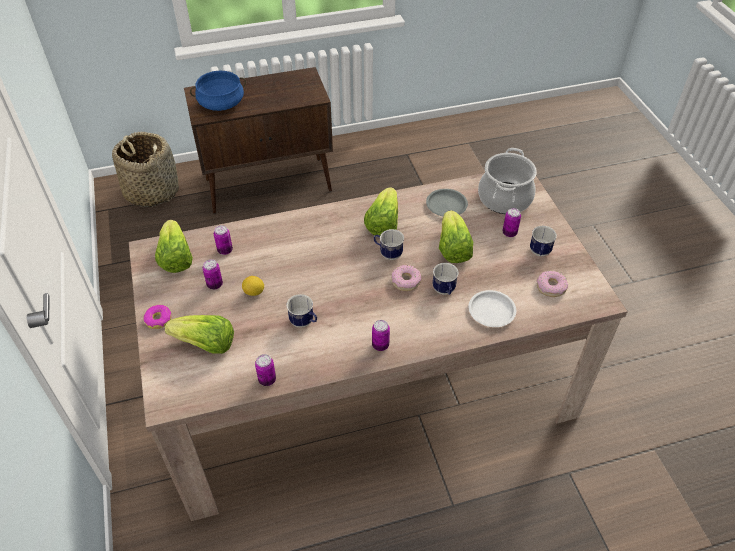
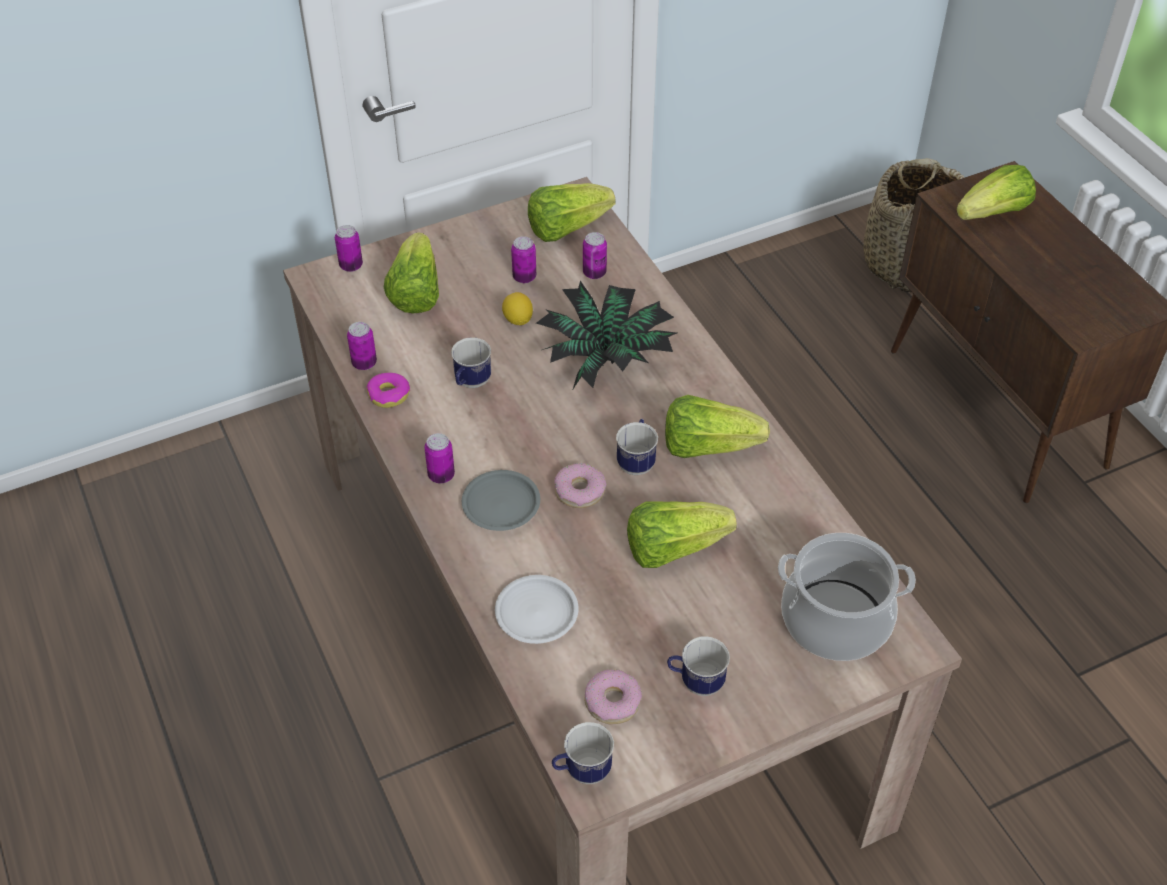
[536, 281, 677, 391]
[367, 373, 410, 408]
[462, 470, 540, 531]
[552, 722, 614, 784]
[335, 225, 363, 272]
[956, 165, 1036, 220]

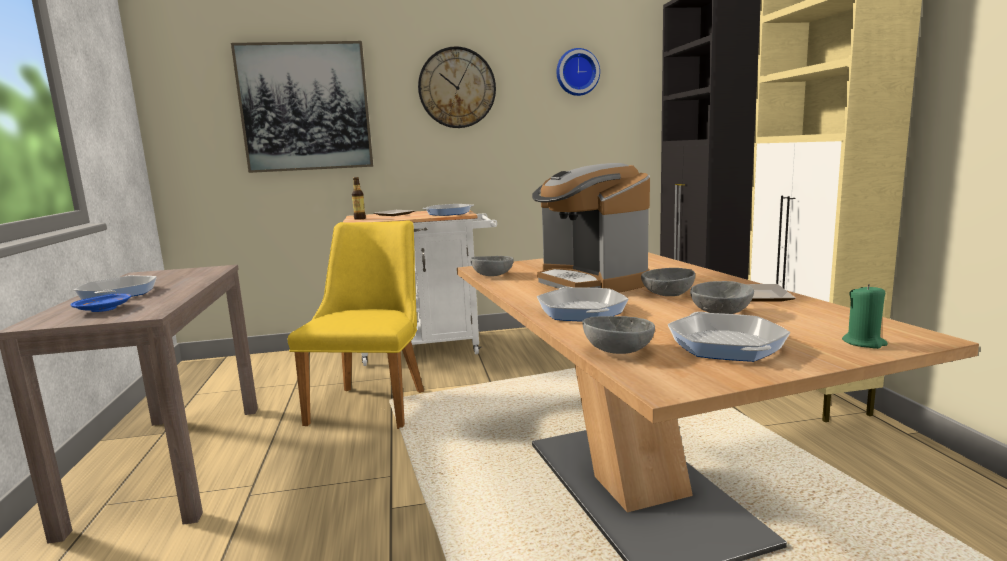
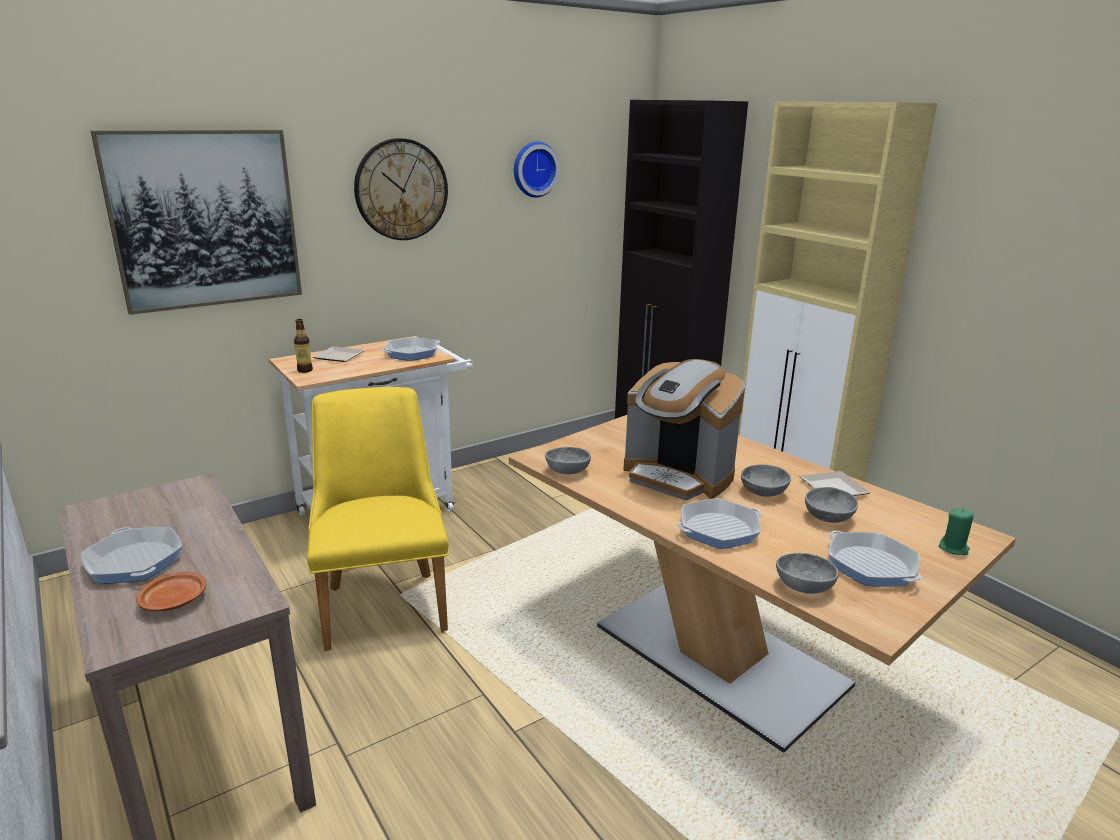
[136, 572, 206, 611]
[677, 498, 762, 549]

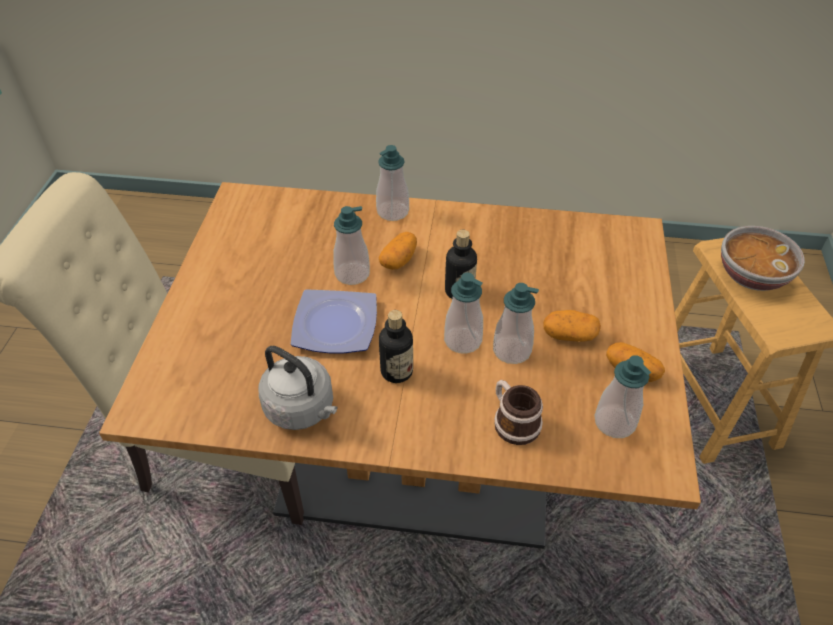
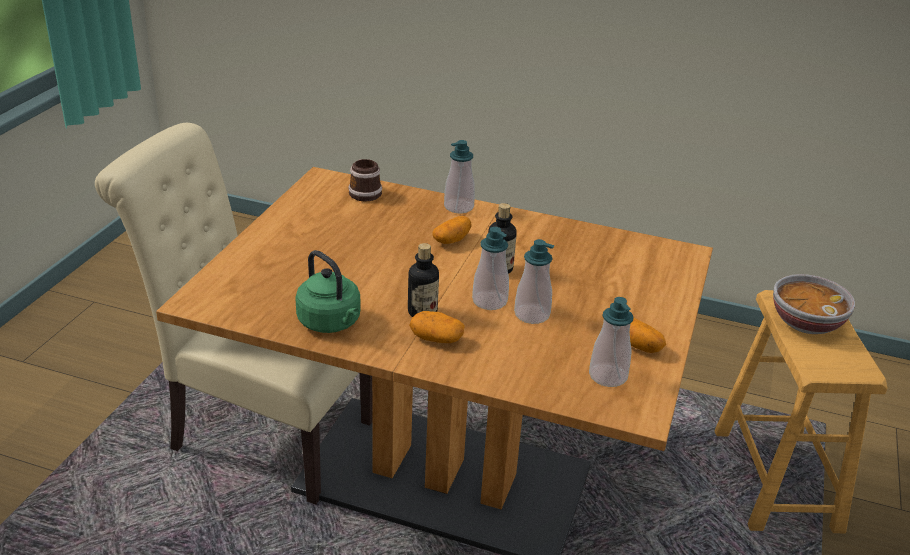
[291, 289, 377, 354] (first image)
[333, 206, 370, 285] (first image)
[348, 159, 382, 201]
[409, 311, 465, 343]
[295, 250, 360, 333]

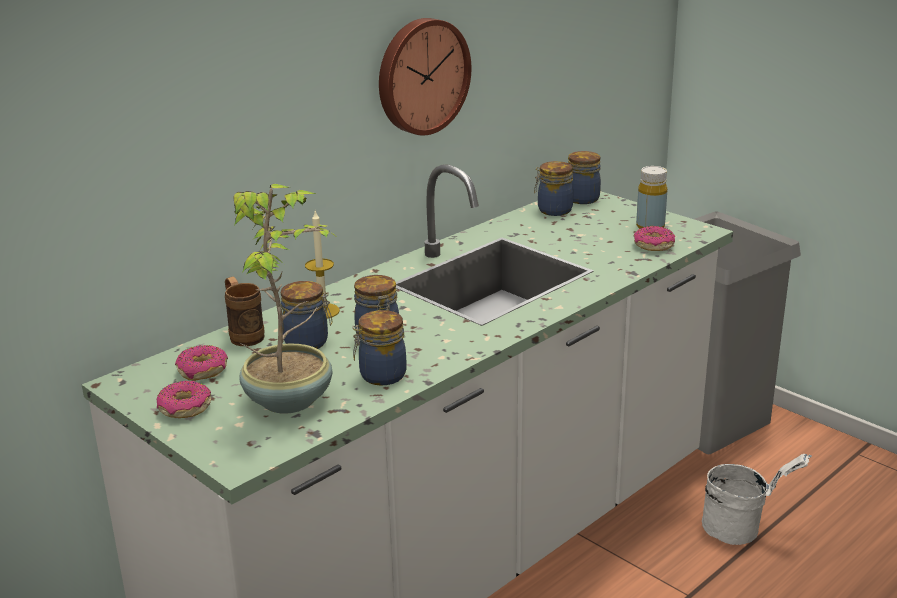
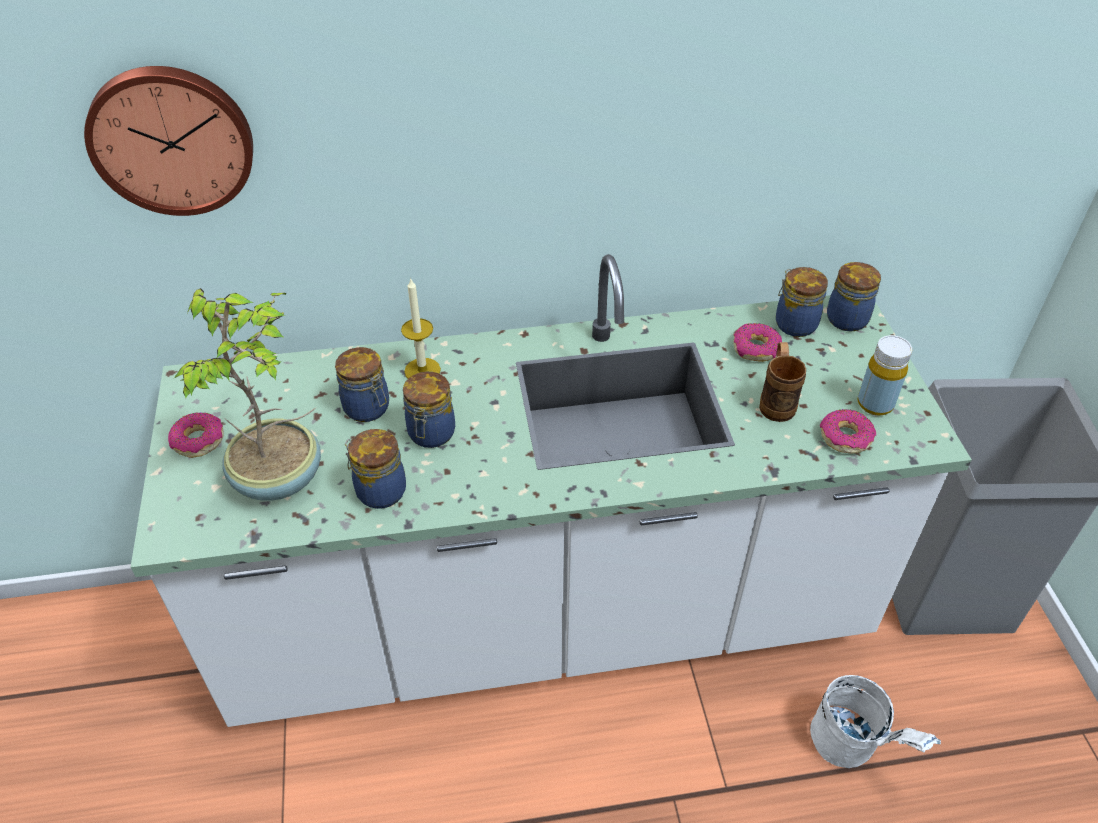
[733, 323, 782, 362]
[759, 342, 806, 422]
[84, 66, 253, 216]

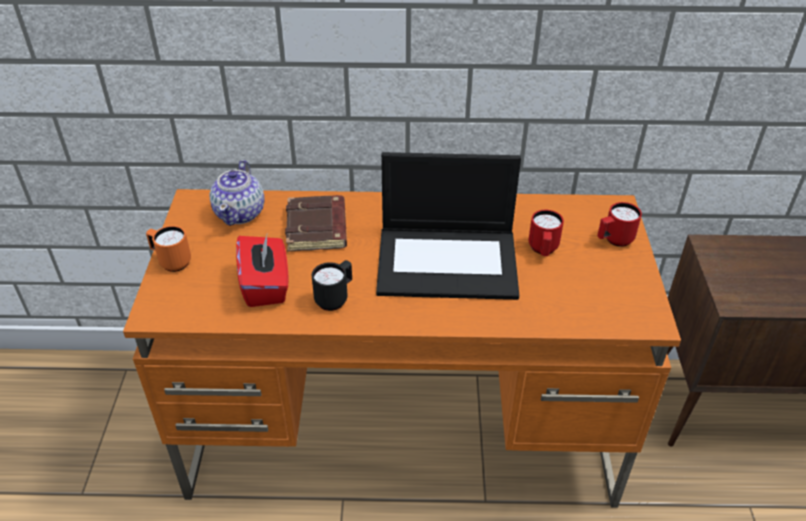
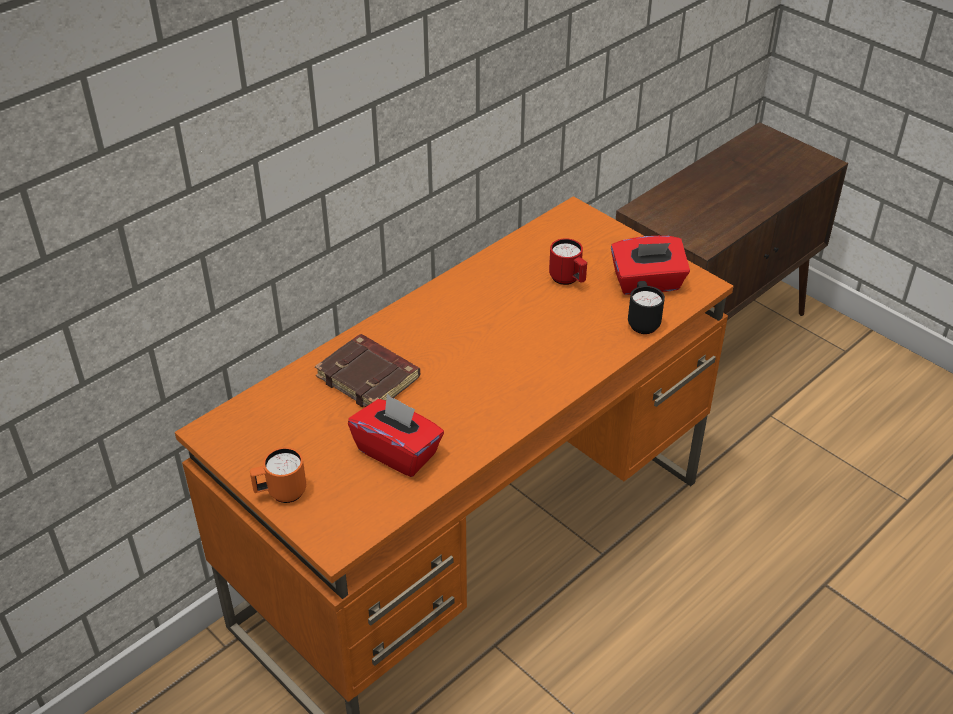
[209, 160, 264, 226] (first image)
[376, 152, 521, 300] (first image)
[598, 202, 642, 247] (first image)
[611, 236, 690, 295]
[628, 281, 665, 334]

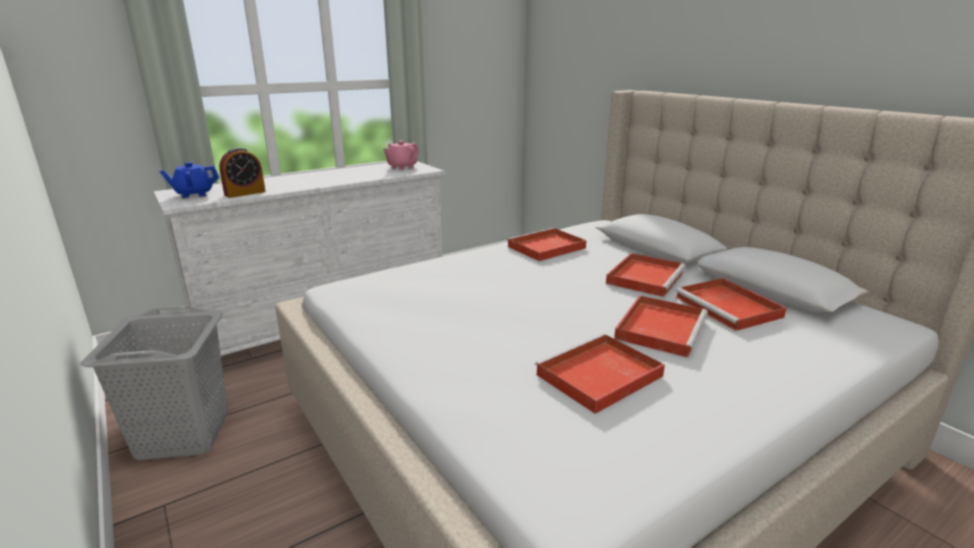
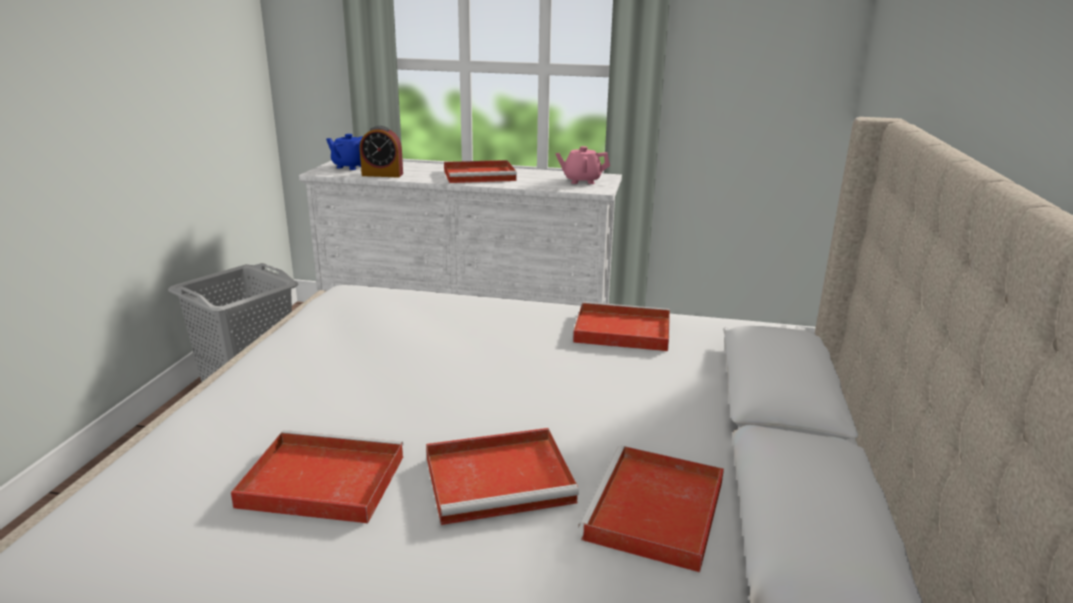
[444, 160, 517, 183]

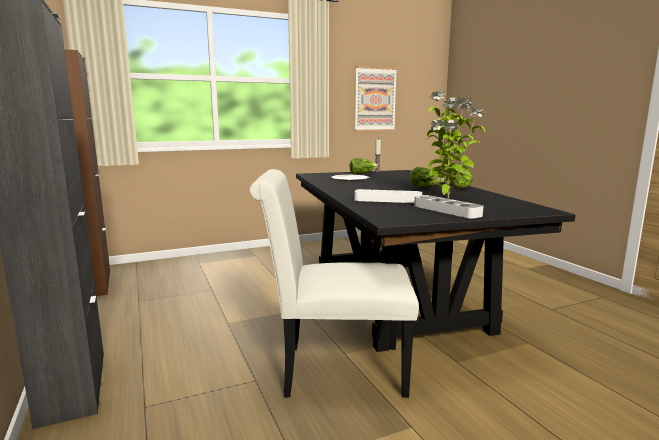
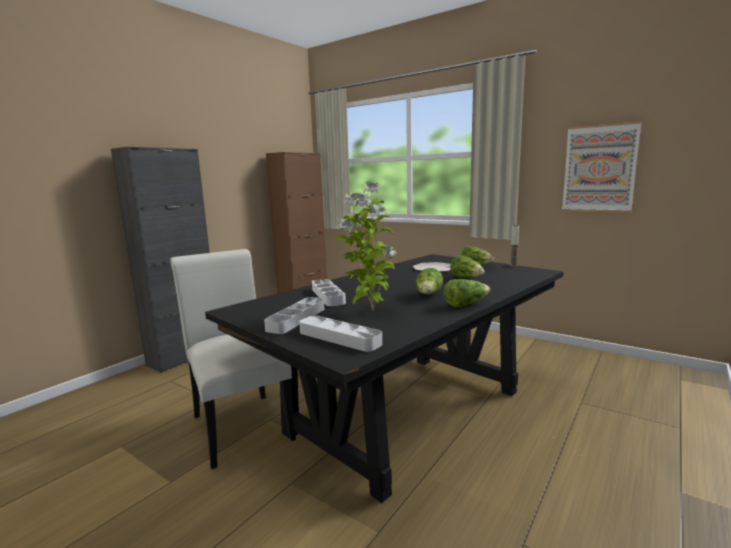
[299, 316, 382, 352]
[450, 255, 485, 278]

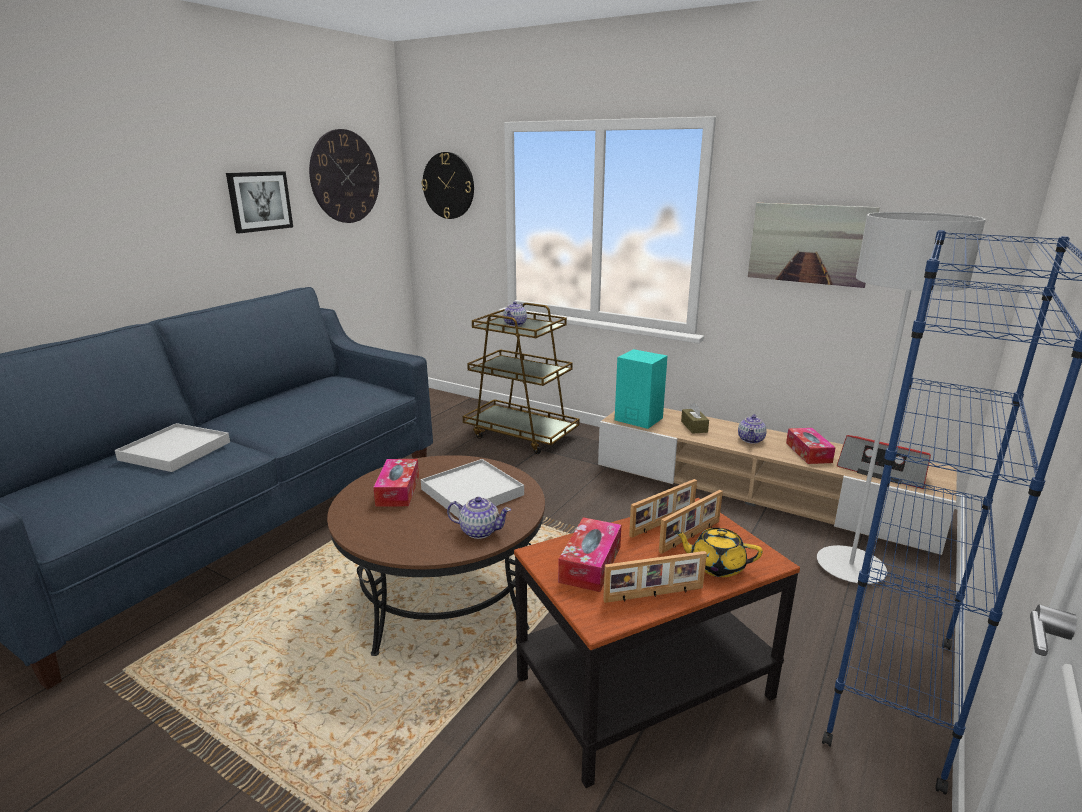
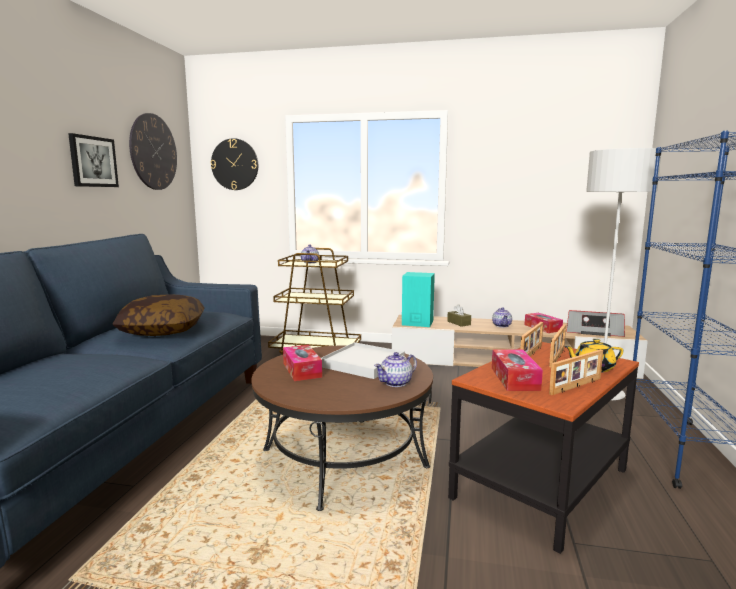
[115, 423, 230, 472] (first image)
[748, 203, 880, 288] (first image)
[113, 294, 205, 336]
[374, 352, 417, 387]

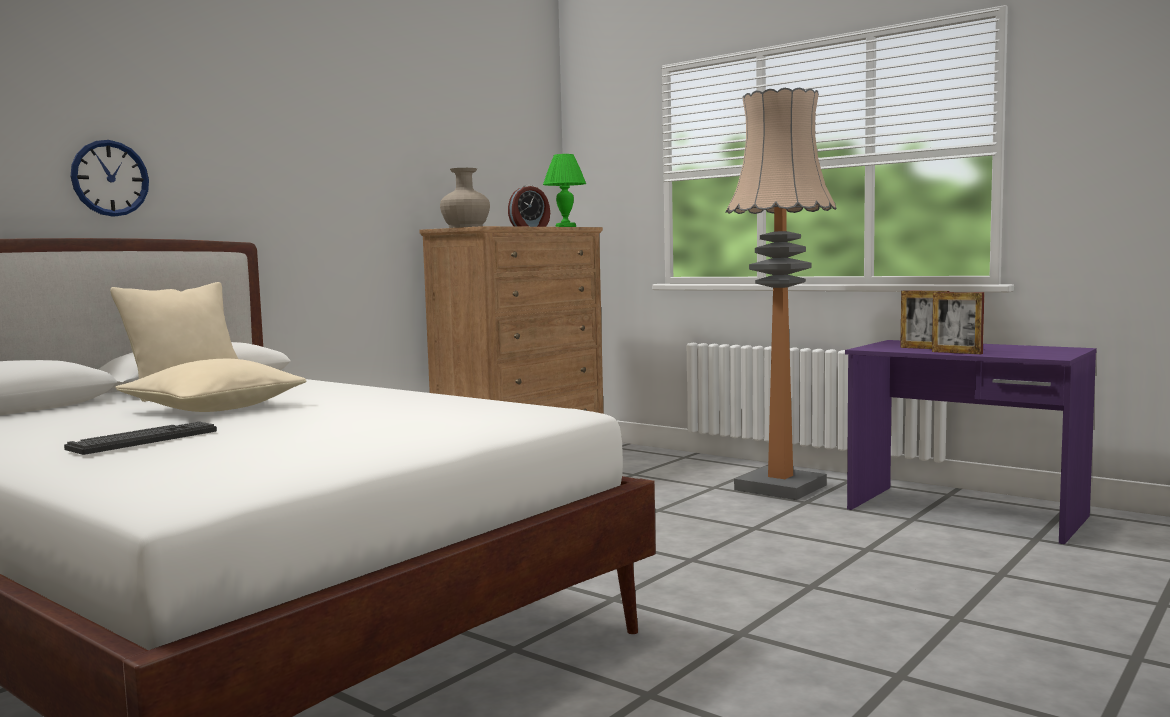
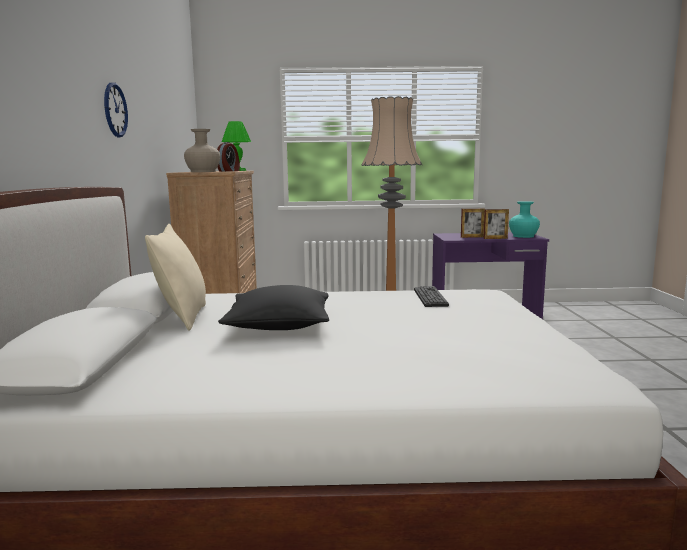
[509, 201, 540, 238]
[414, 286, 449, 307]
[104, 83, 128, 137]
[218, 285, 329, 330]

